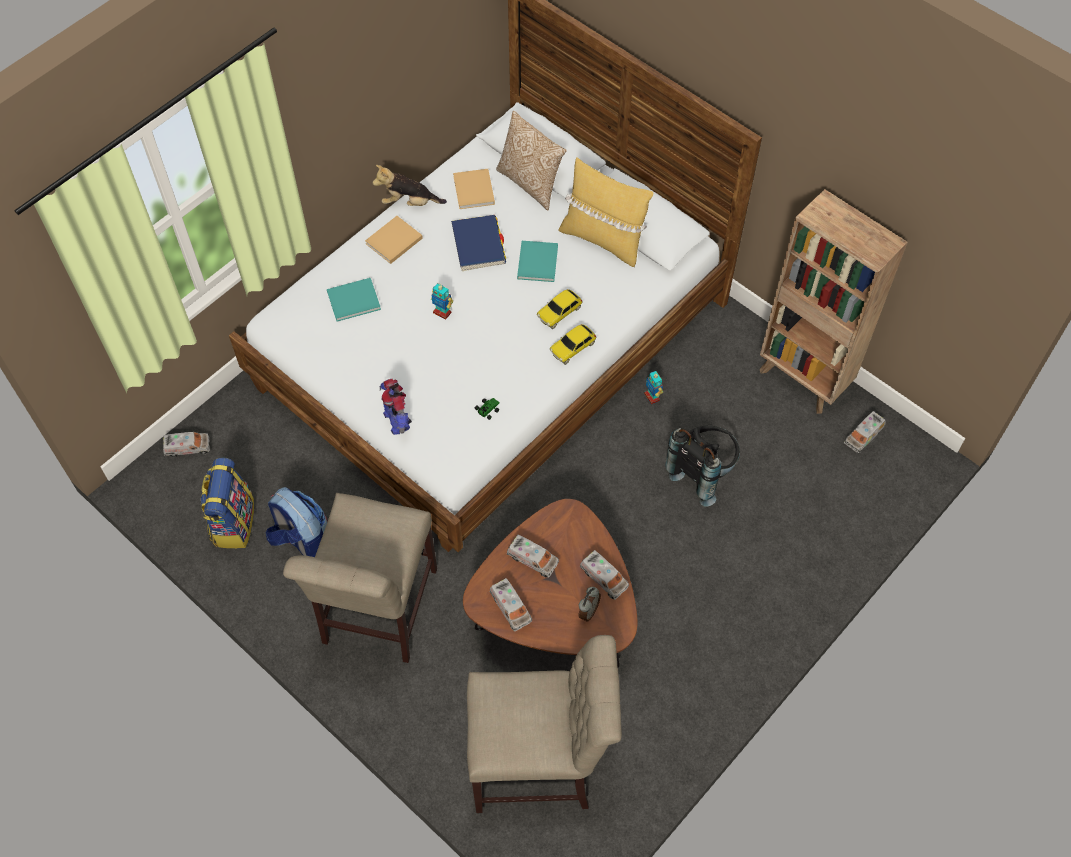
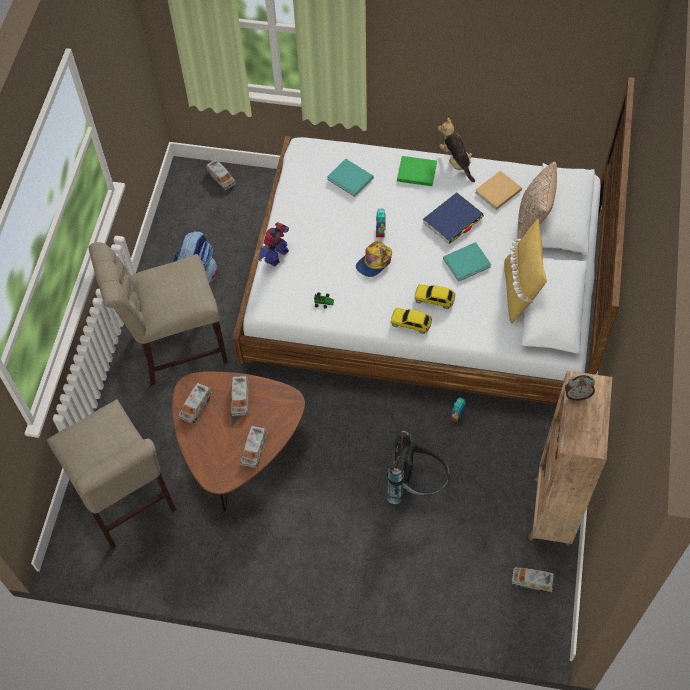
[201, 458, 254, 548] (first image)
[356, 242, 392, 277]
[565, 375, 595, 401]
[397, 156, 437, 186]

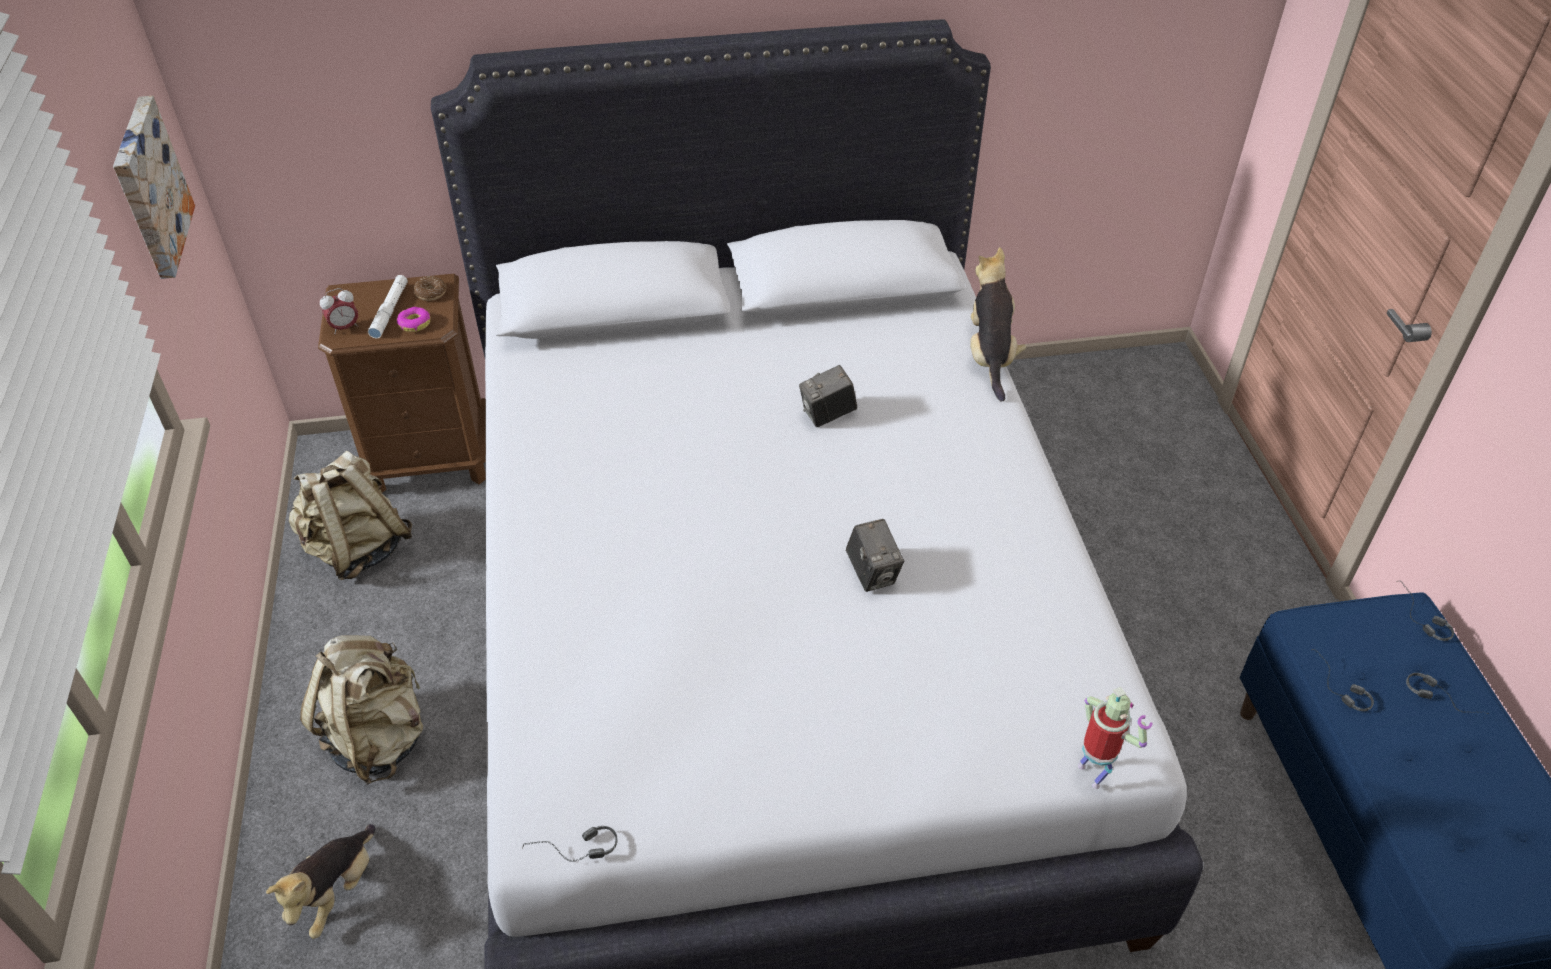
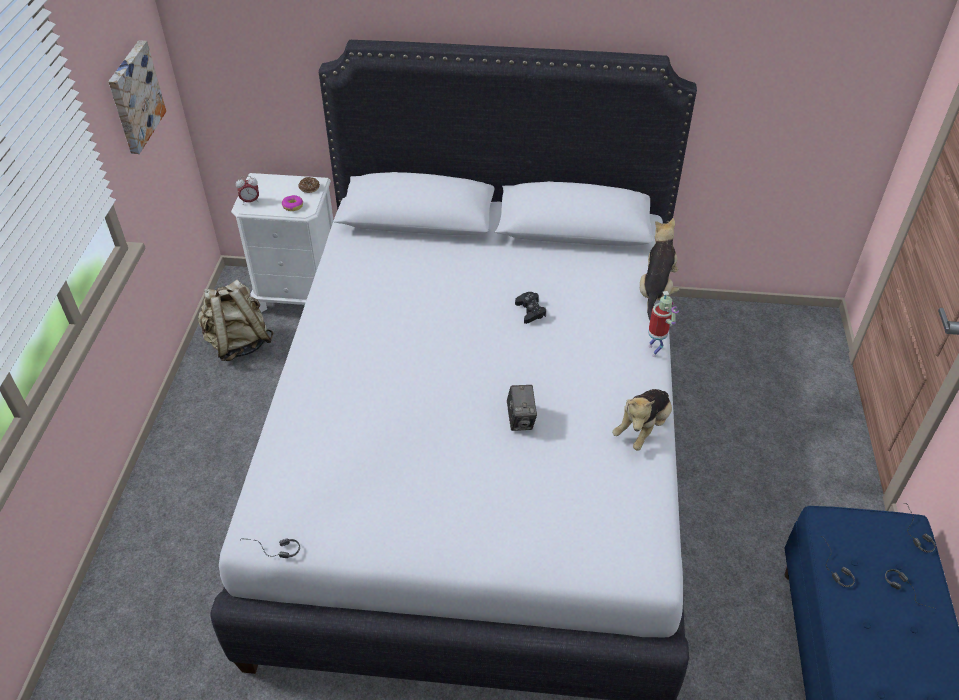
[300, 635, 423, 785] (first image)
[368, 275, 408, 338] (first image)
[612, 389, 672, 451]
[648, 291, 679, 357]
[515, 292, 546, 324]
[231, 173, 334, 312]

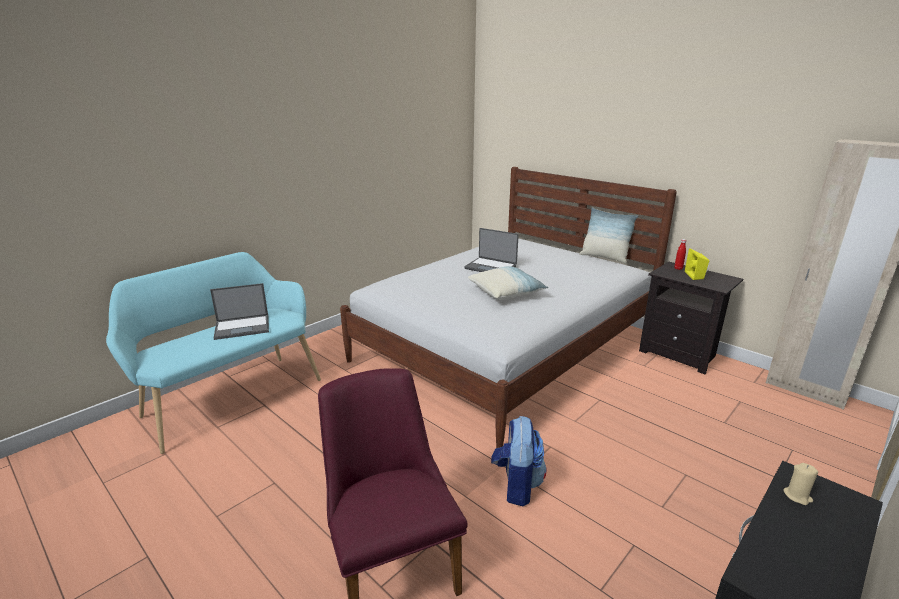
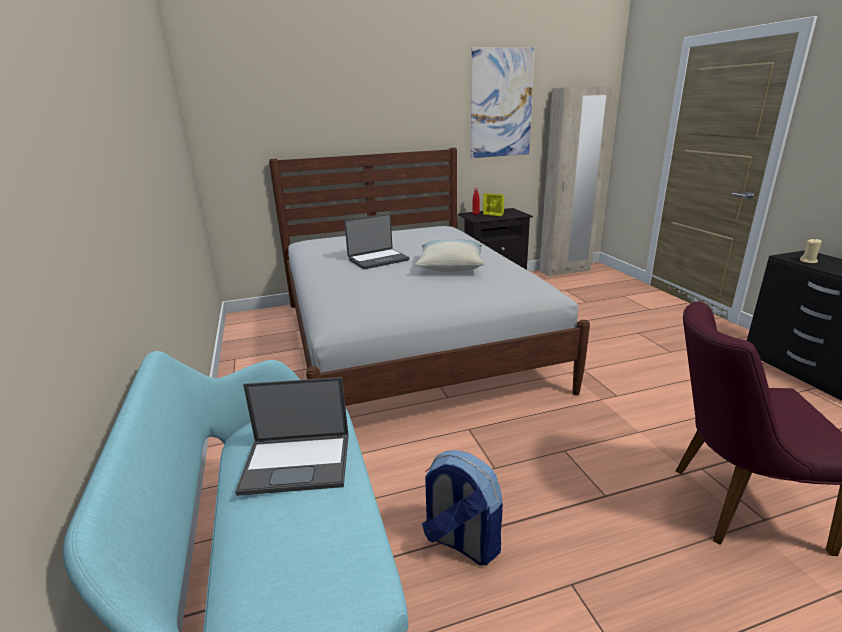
[579, 207, 639, 264] (first image)
[471, 47, 535, 158]
[422, 450, 503, 565]
[235, 377, 349, 496]

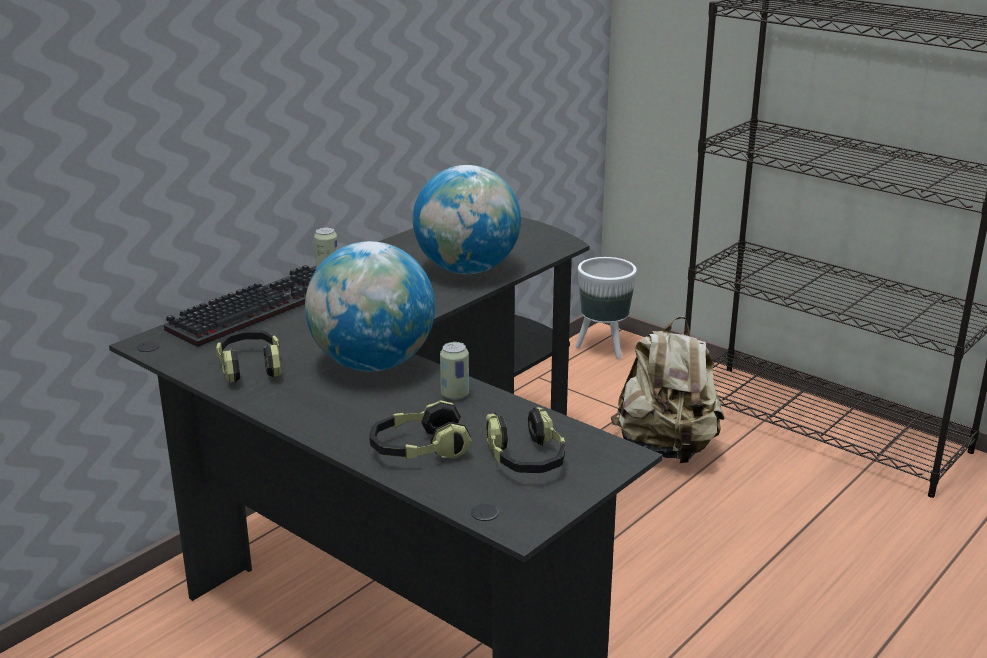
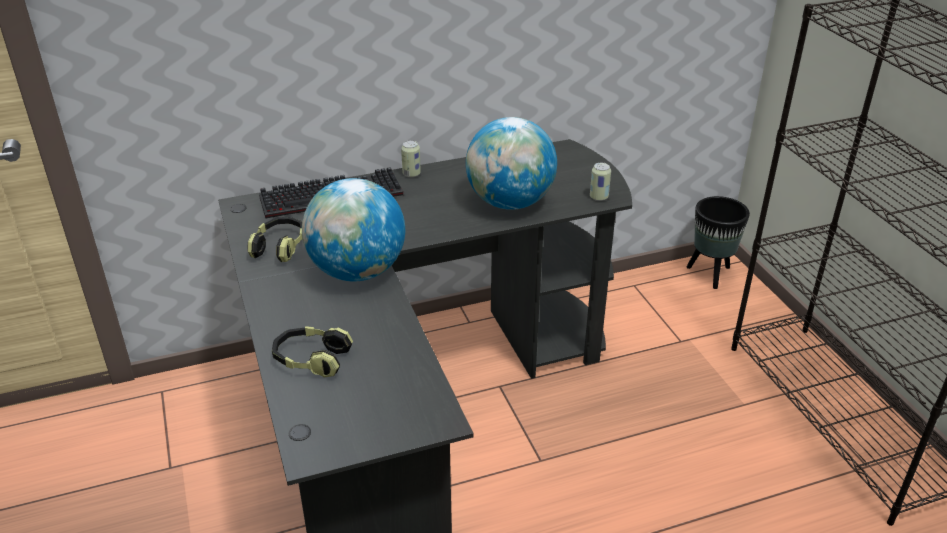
[485, 407, 565, 473] (first image)
[611, 316, 725, 463] (first image)
[590, 163, 611, 201]
[687, 196, 750, 289]

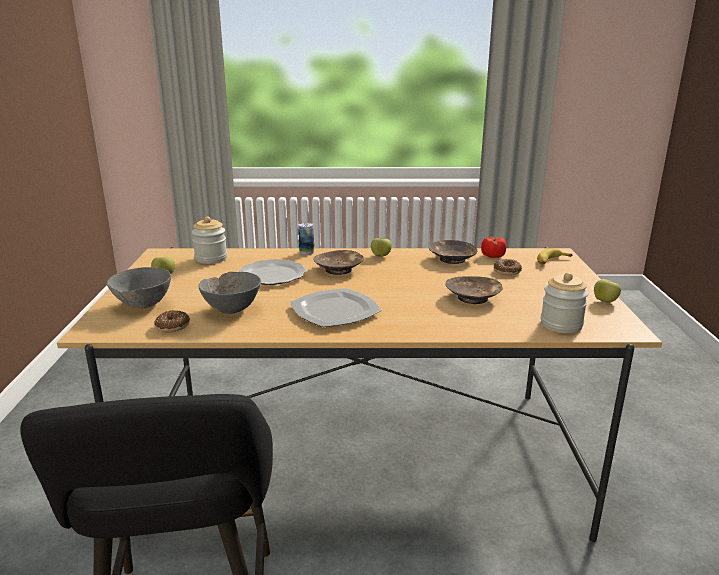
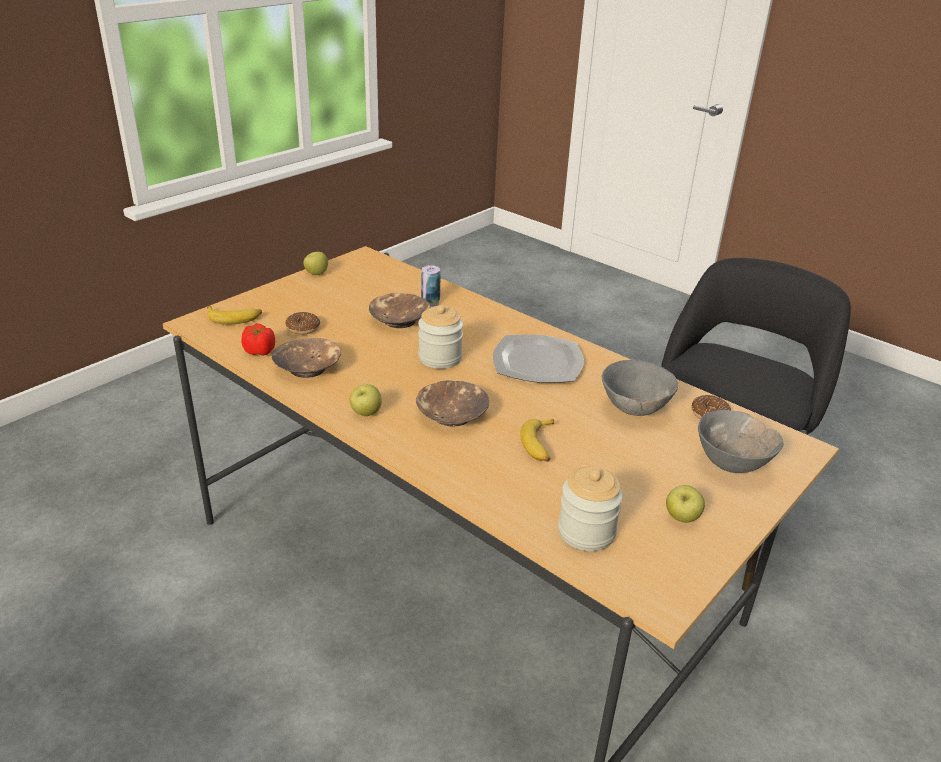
[421, 265, 441, 306]
[418, 305, 463, 369]
[520, 419, 554, 462]

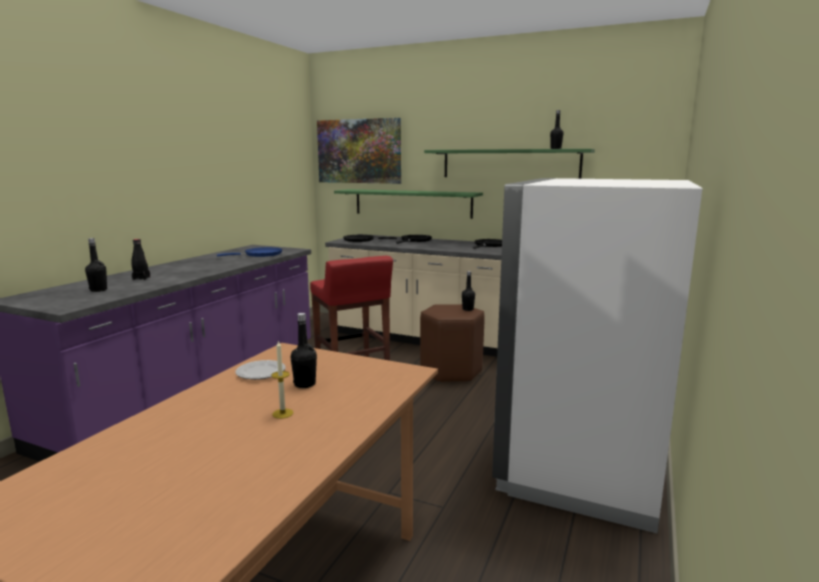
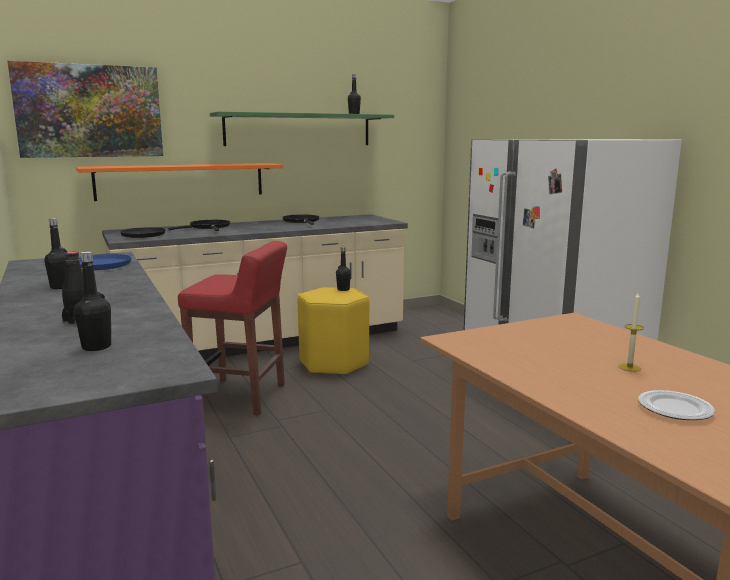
[638, 390, 715, 420]
[44, 218, 67, 289]
[76, 163, 283, 201]
[298, 287, 369, 375]

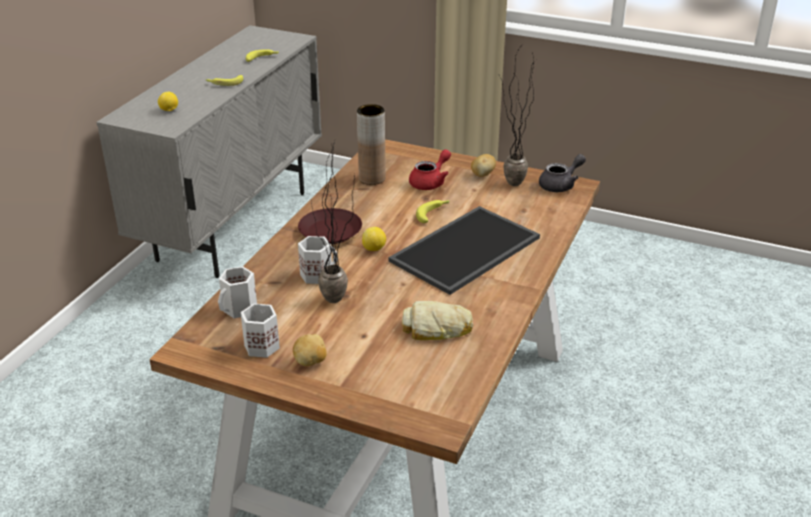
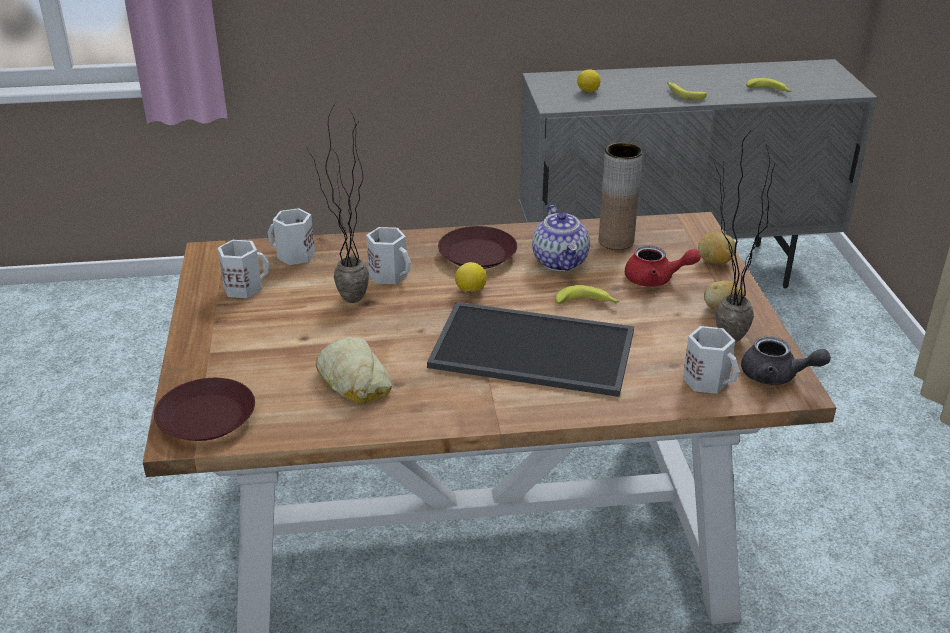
[154, 378, 255, 441]
[532, 205, 590, 271]
[683, 326, 739, 394]
[698, 232, 735, 264]

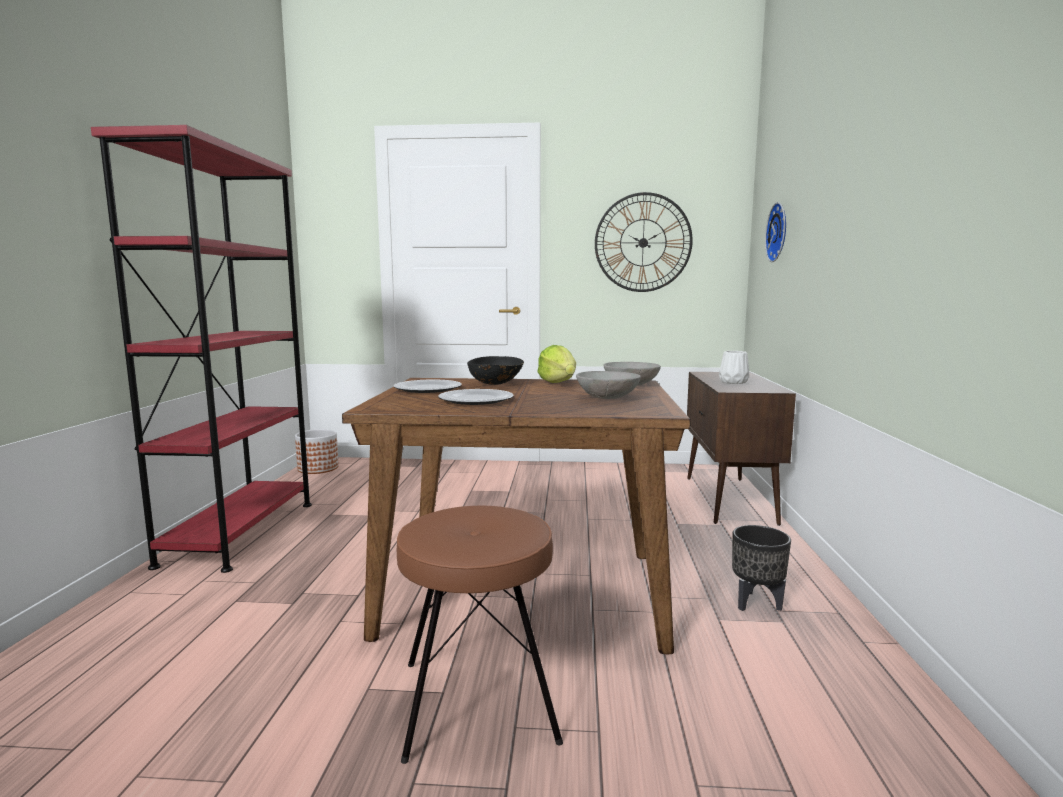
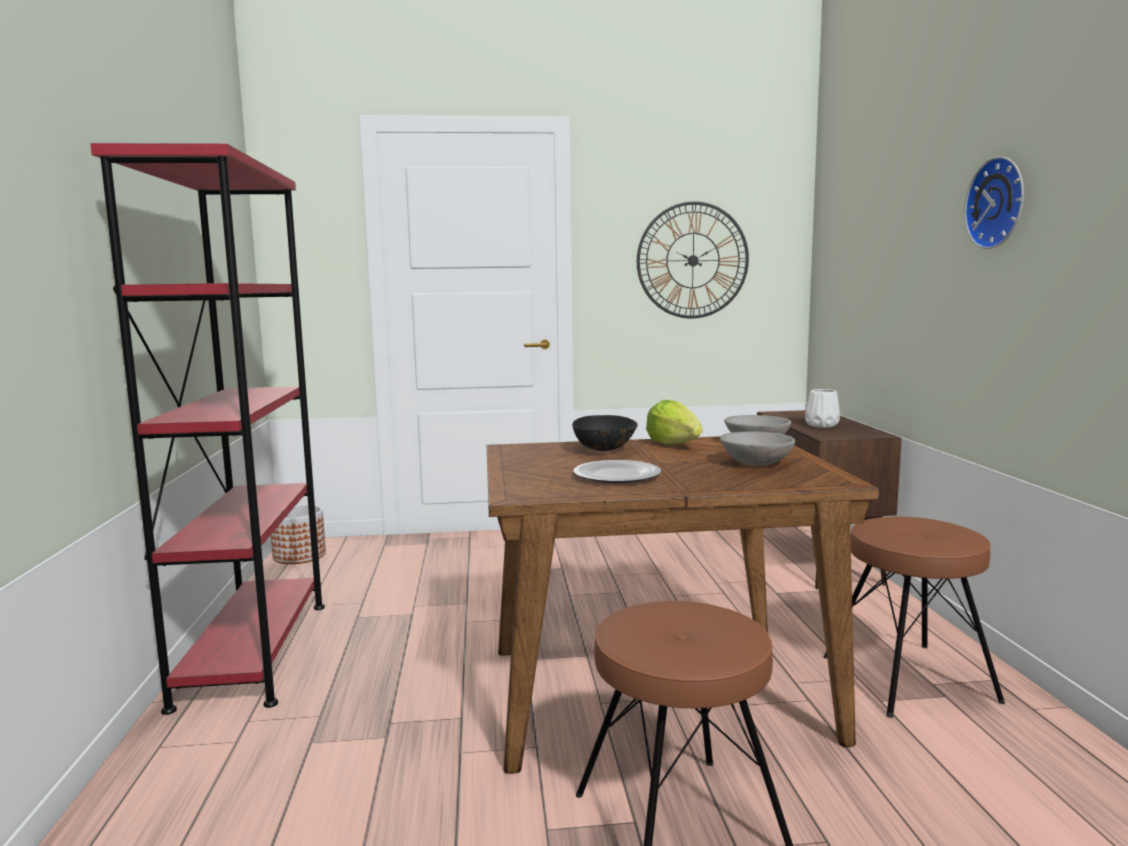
[394, 379, 462, 393] (first image)
[964, 156, 1024, 249]
[823, 517, 1005, 718]

